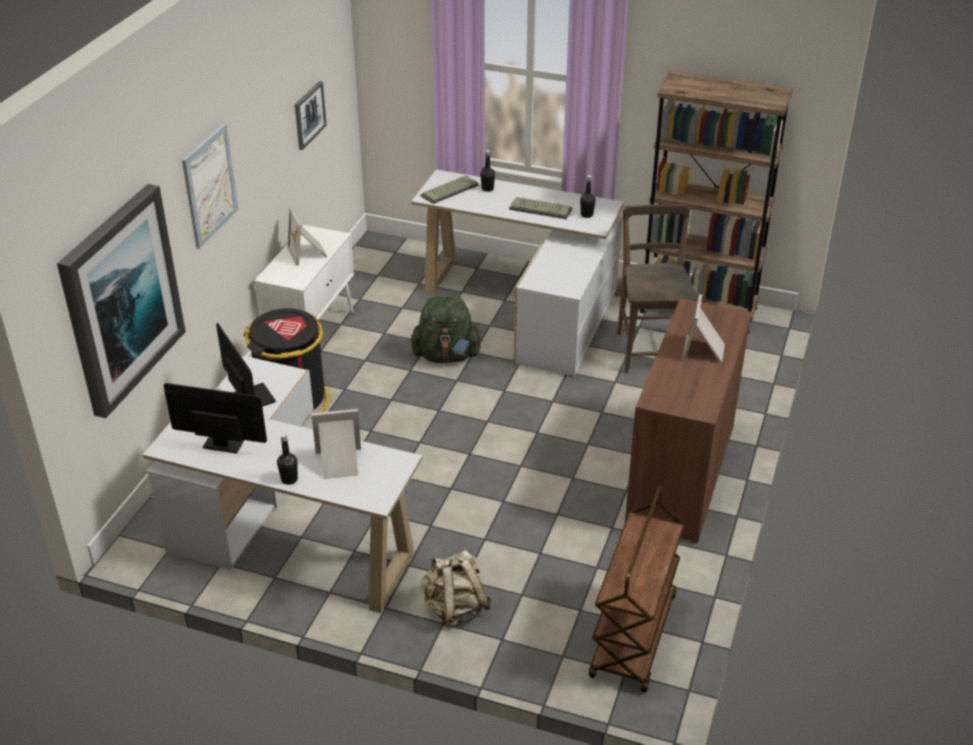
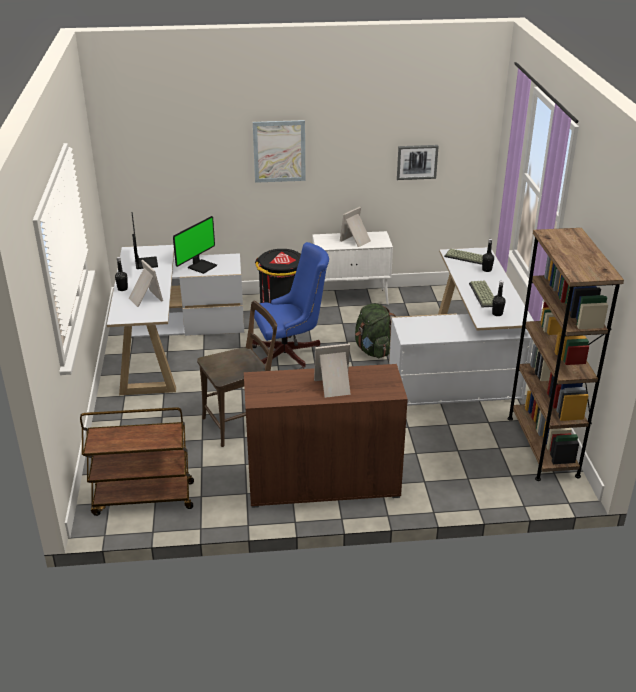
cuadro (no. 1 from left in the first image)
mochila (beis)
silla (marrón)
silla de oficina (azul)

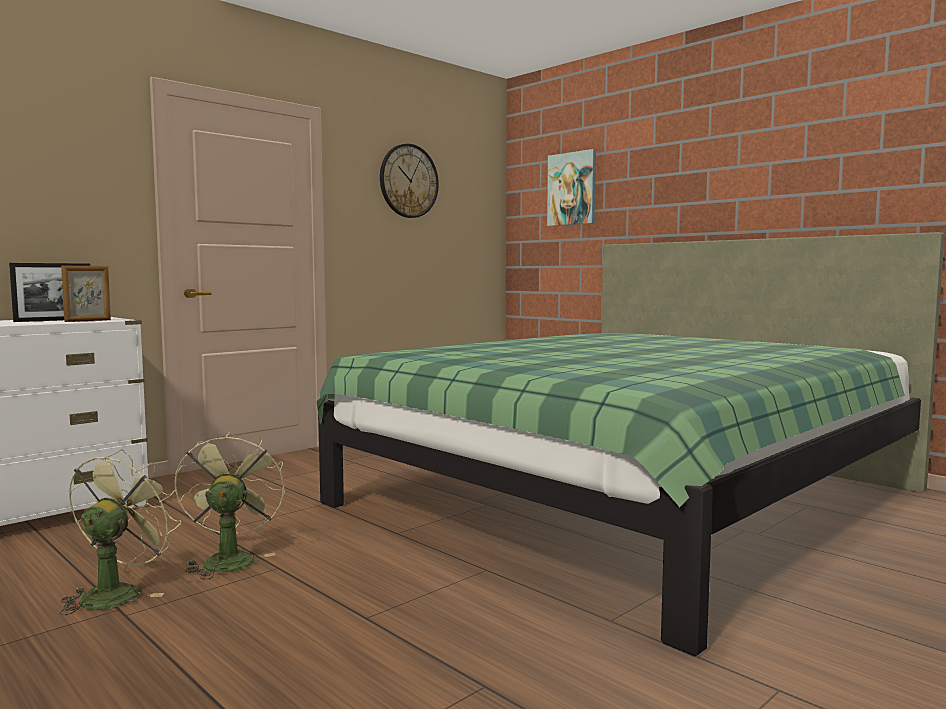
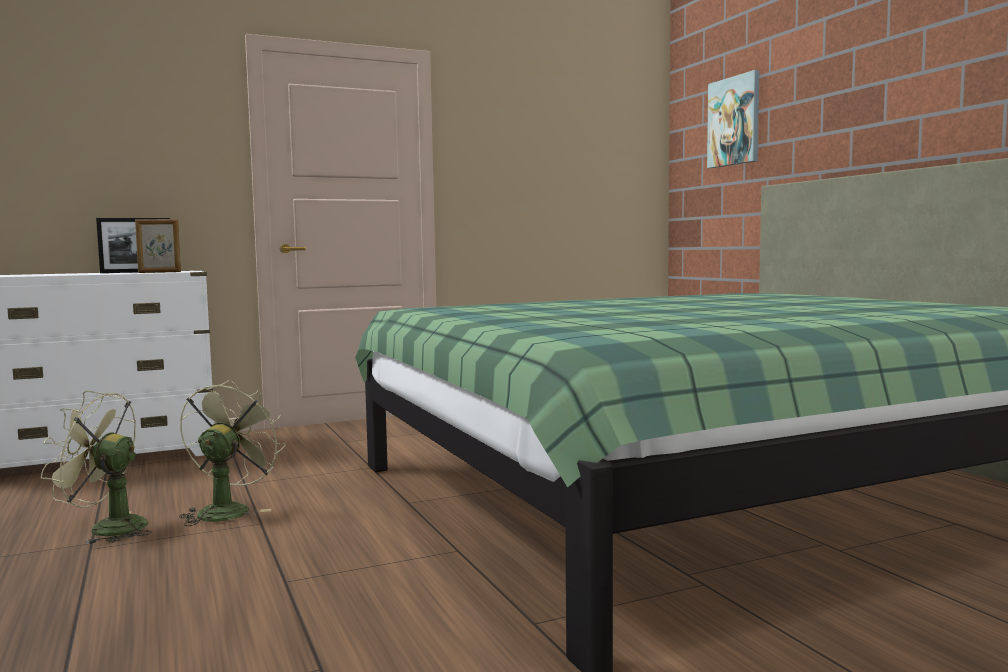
ventilador (verde) (no. 1 from left)
reloj de pared

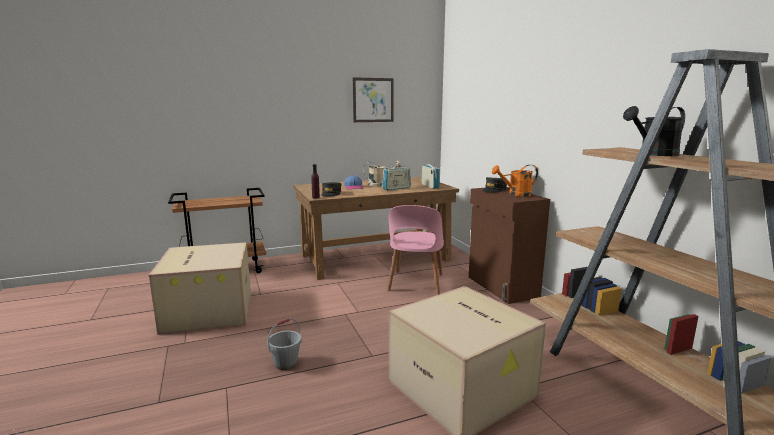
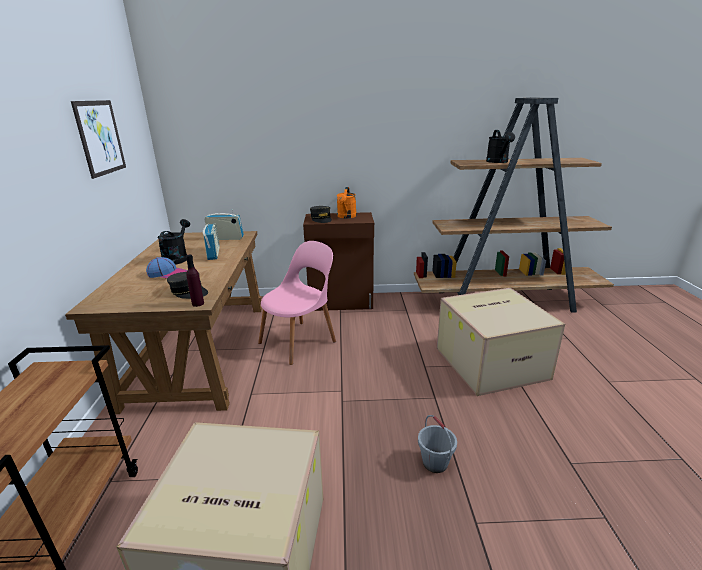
regadera (negro) (no. 1 from left)
silla (rosa)

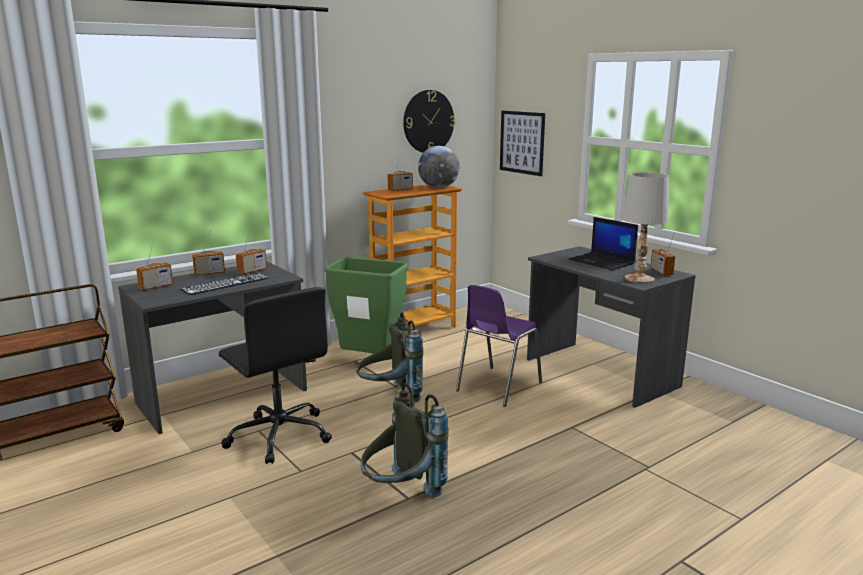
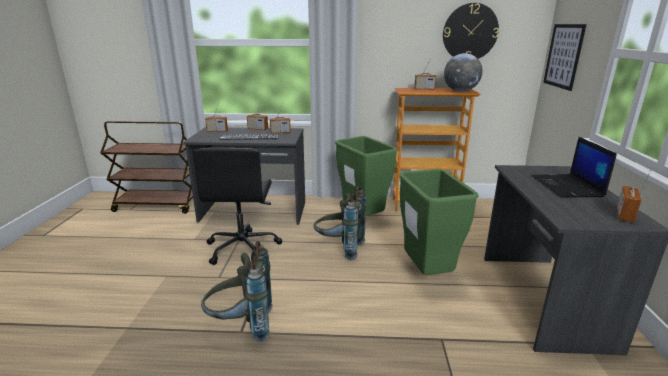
papelera (verde) (no. 2 from left)
lámpara de mesa (blanco)

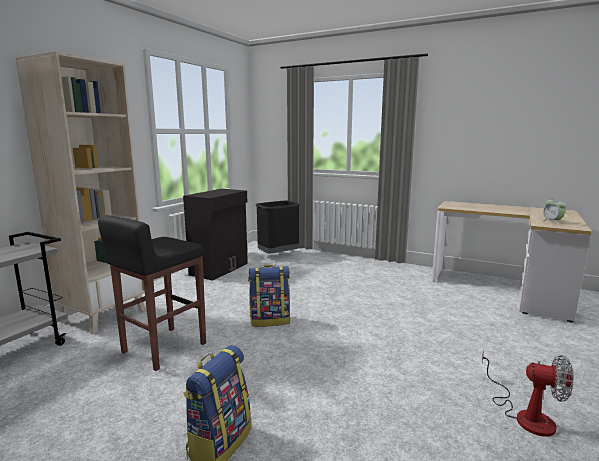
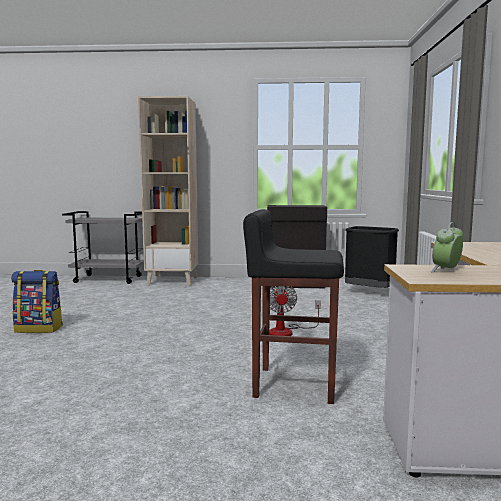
taburete (negro)
mochila (no. 2 from left in the first image)
ventilador

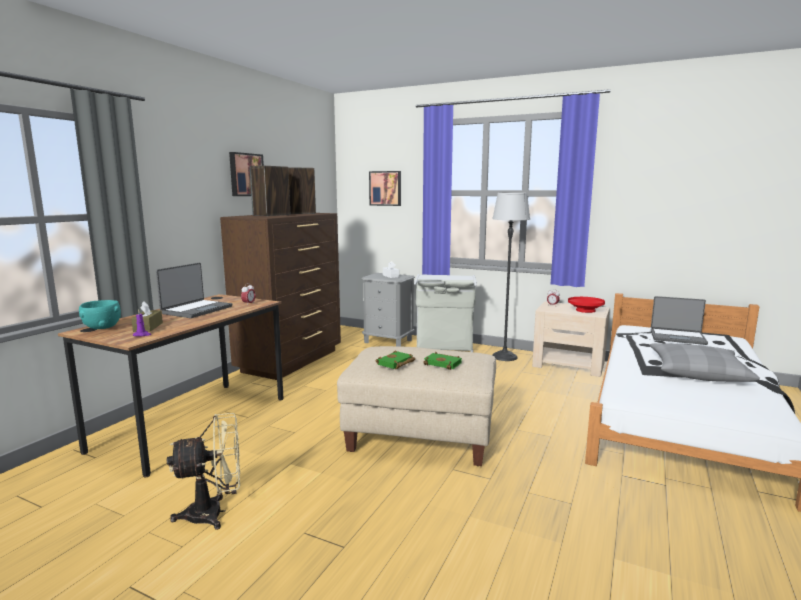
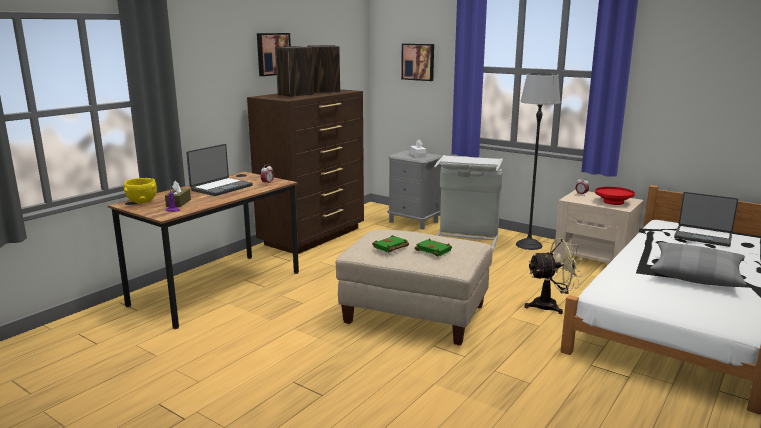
cuenco (amarillo)
ventilador (beis)

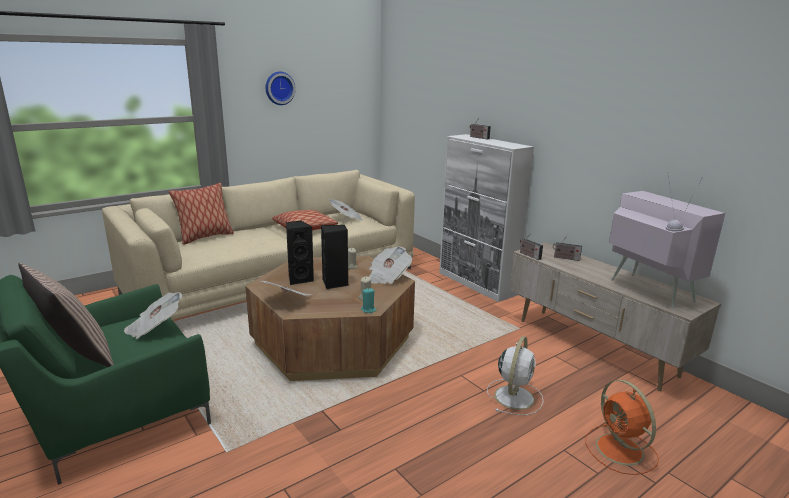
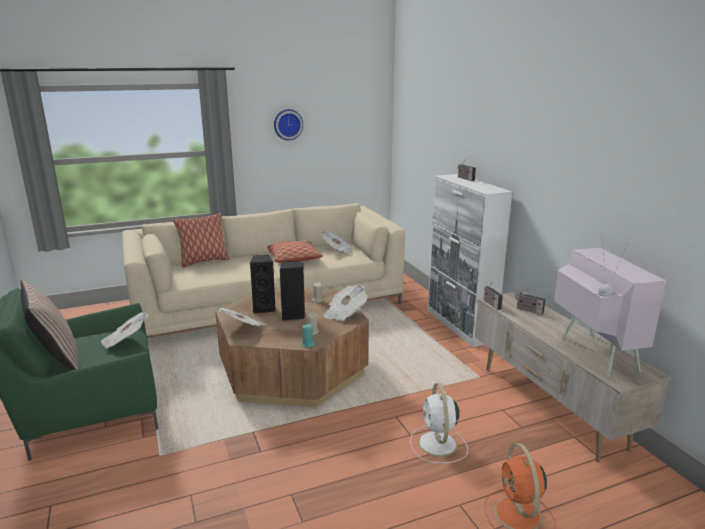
ventilador (blanco)

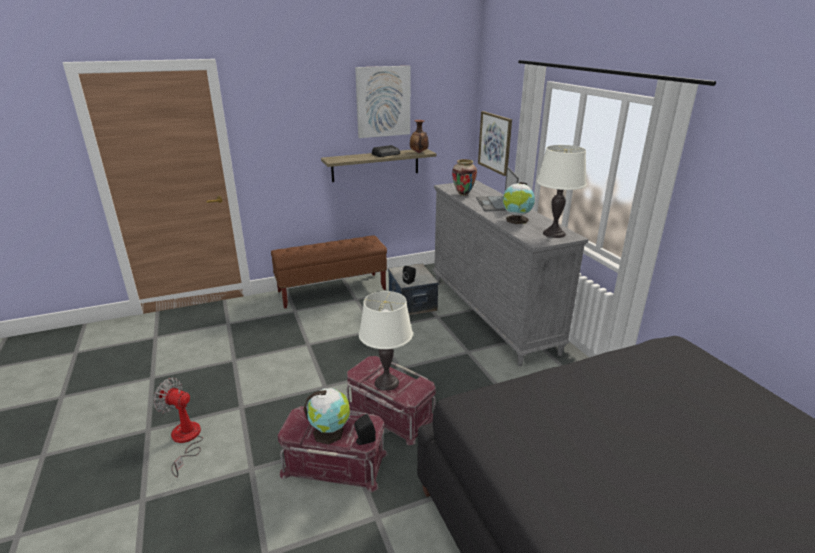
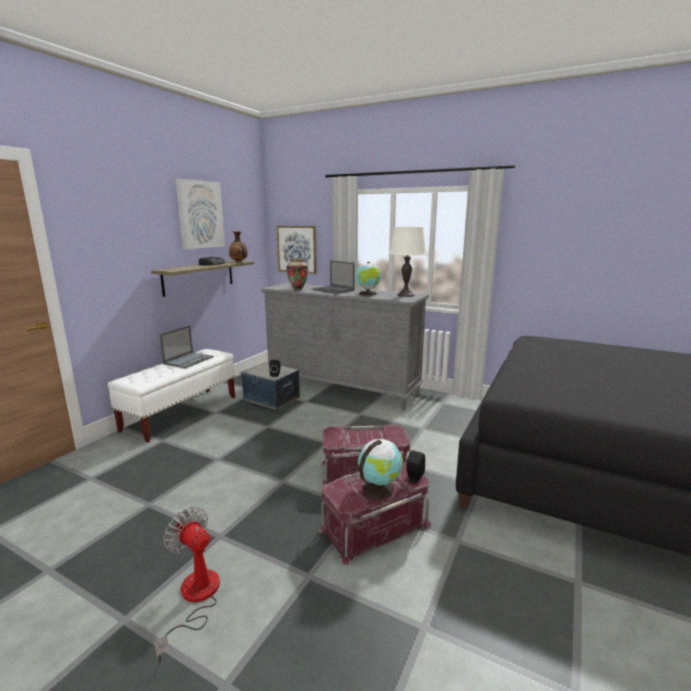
ventilador
banco (blanco)
lámpara de mesa (blanco) (no. 1 from left in the first image)
portátil (no. 1 from left)

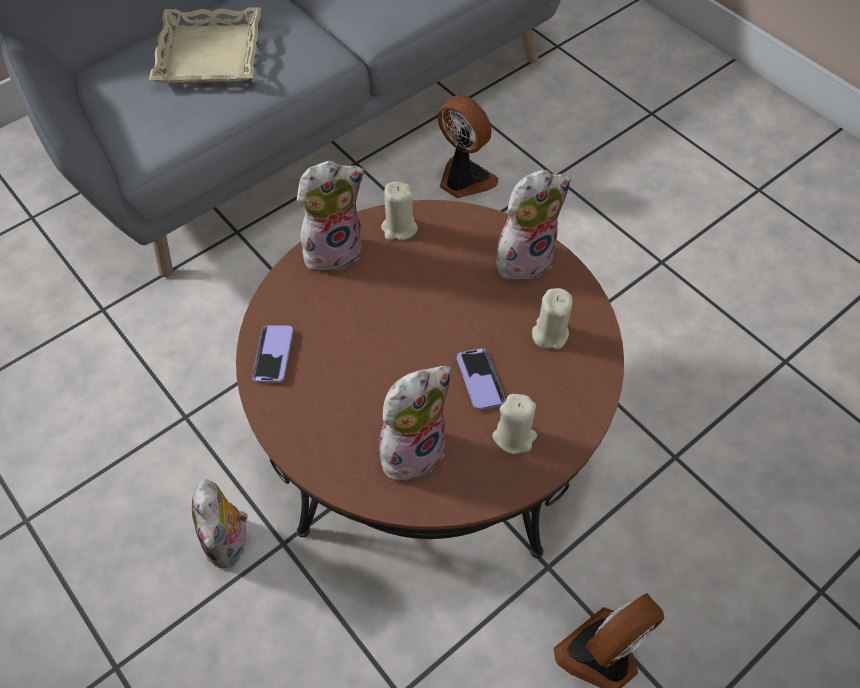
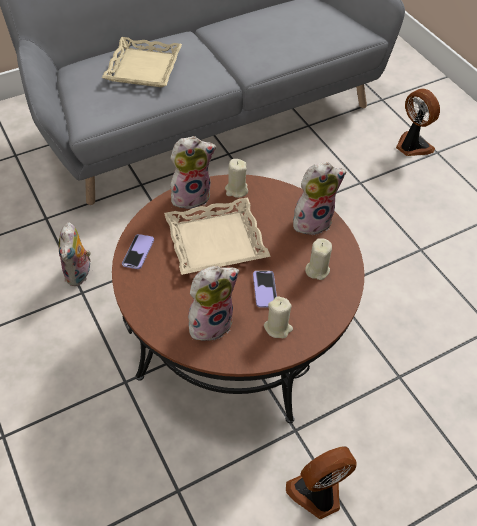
peluche (no. 1 from left)
ventilador (no. 2 from left)
bandeja (beis) (no. 2 from left)

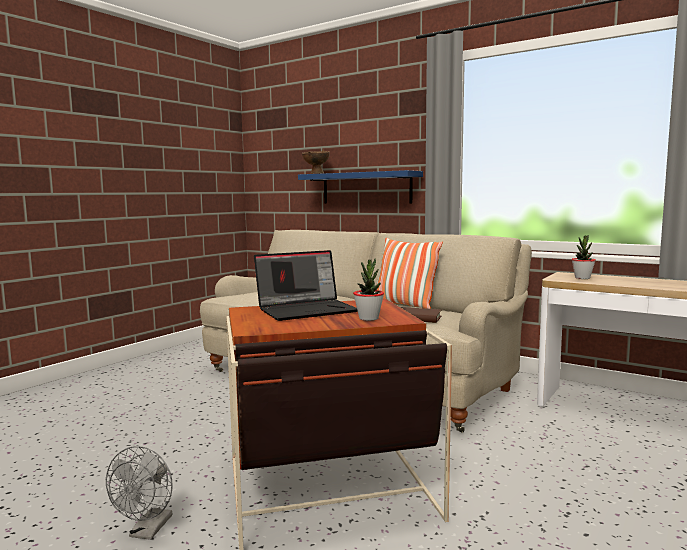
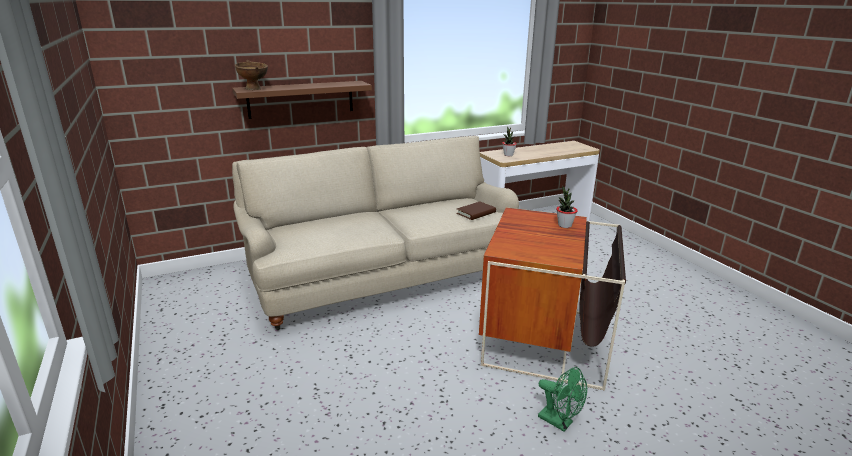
ventilador (verde)
portátil
estante (marrón)
cojín

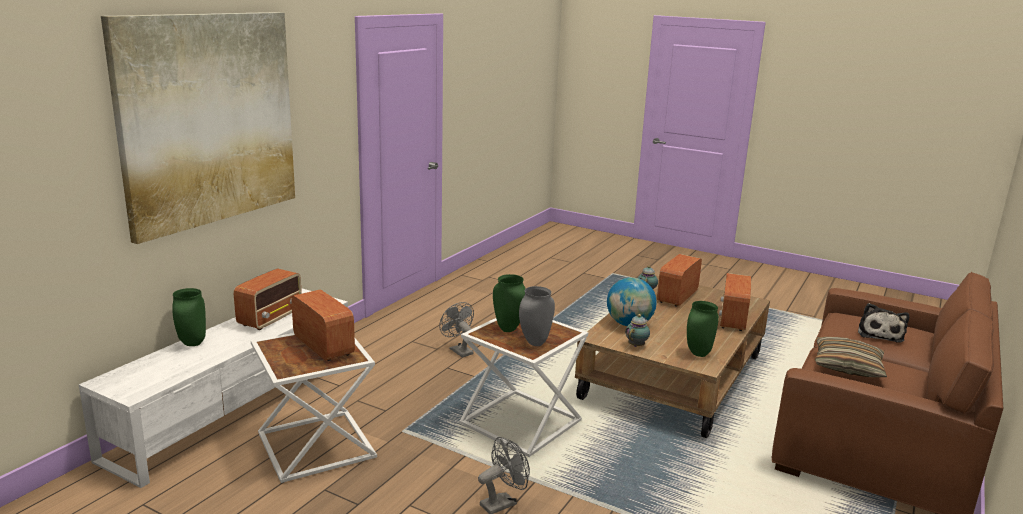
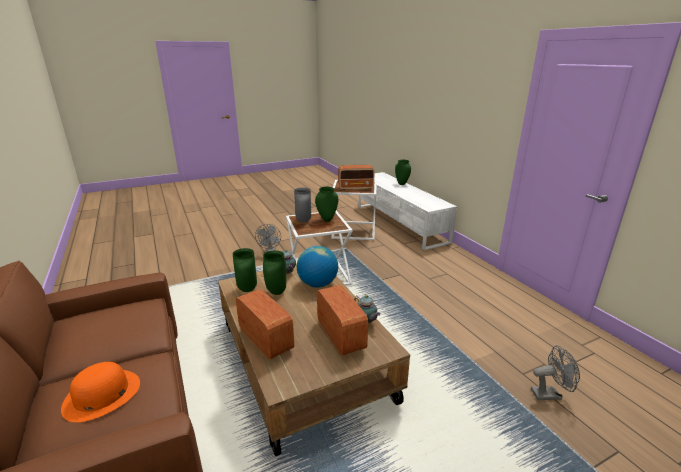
cuadro
radio (no. 1 from left in the first image)
ventilador (gris) (no. 2 from left)
cojín
sombrero (naranja)
florero (verde) (no. 2 from left)

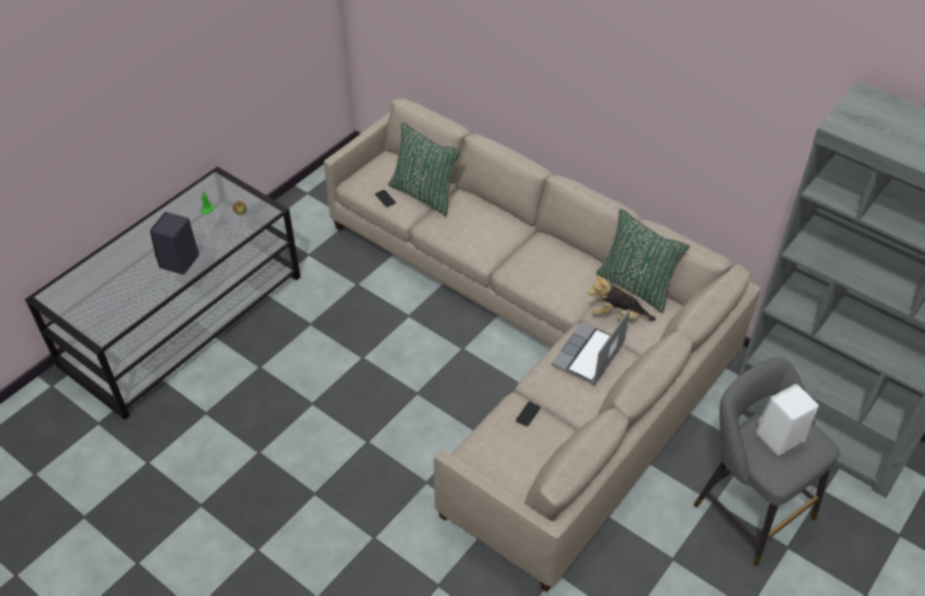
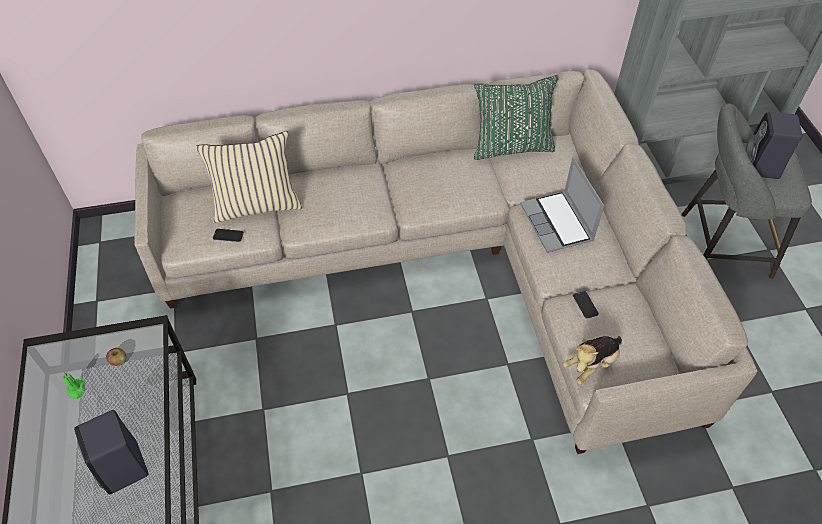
cojín (beis)
peluche
altavoz (negro) (no. 2 from left)

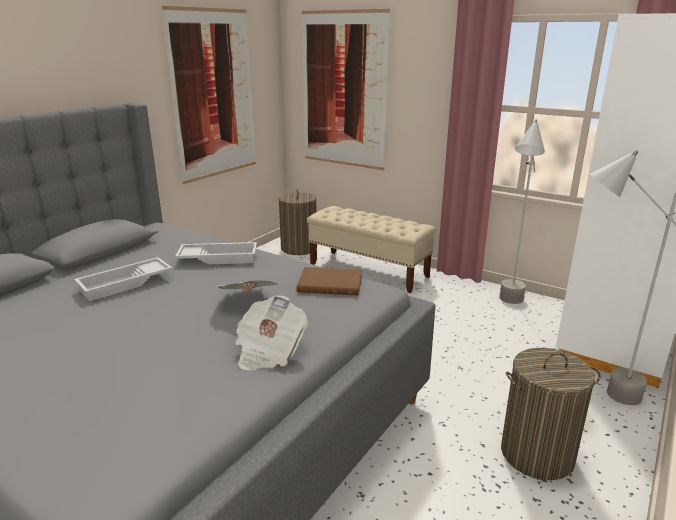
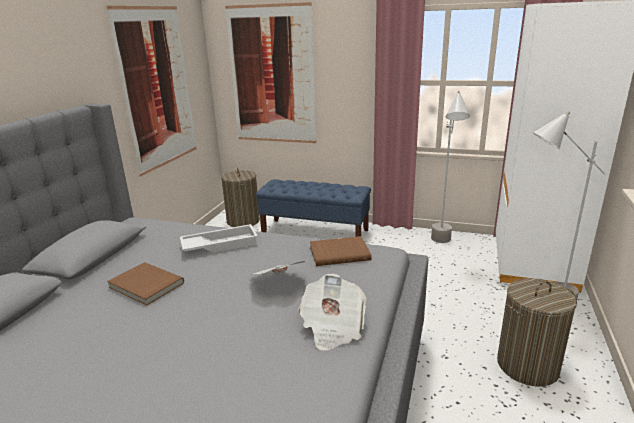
libro (marrón) (no. 1 from left)
banco (azul)

